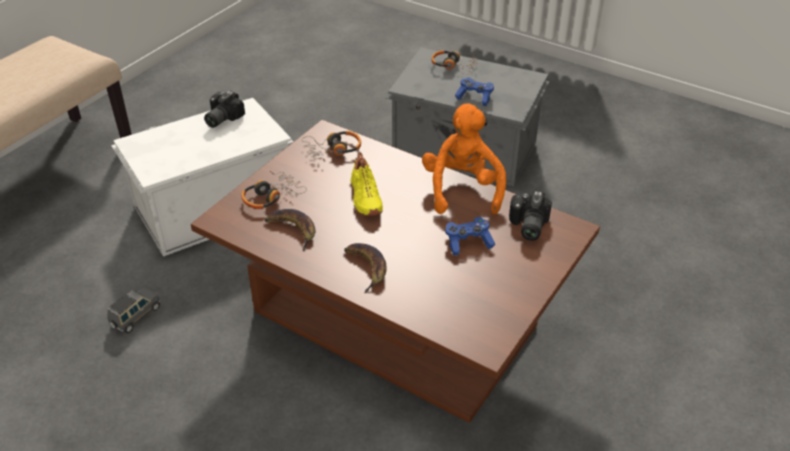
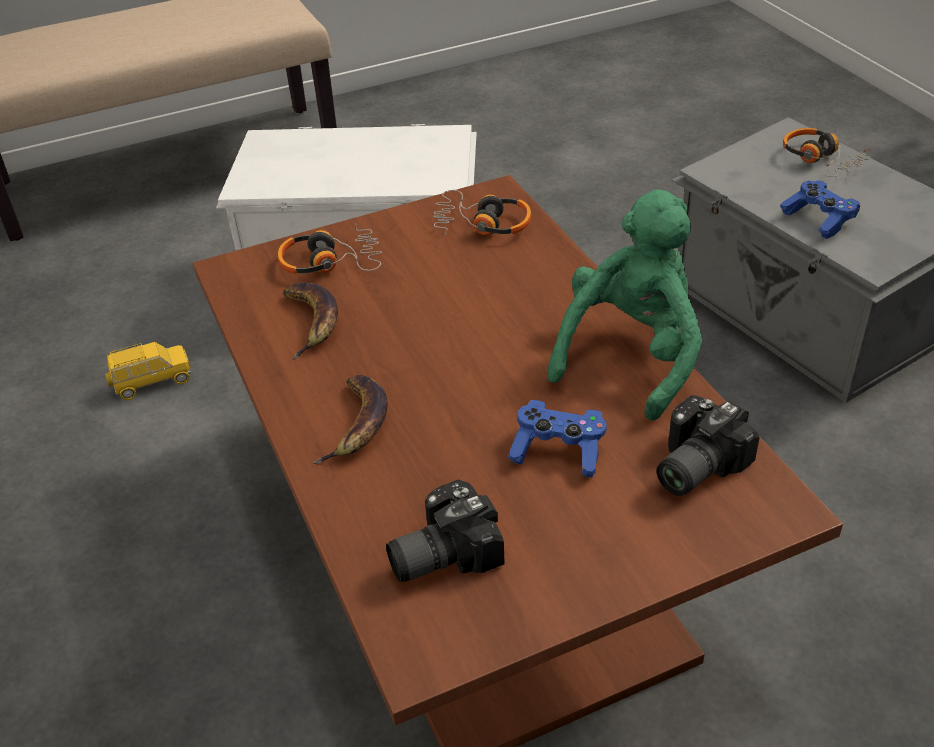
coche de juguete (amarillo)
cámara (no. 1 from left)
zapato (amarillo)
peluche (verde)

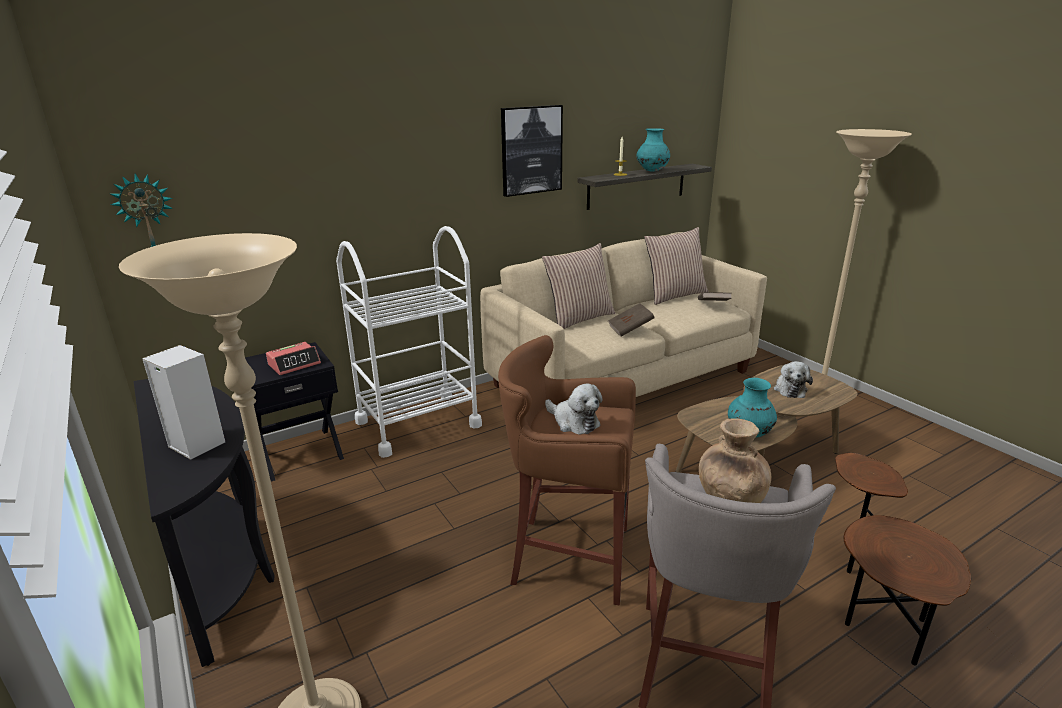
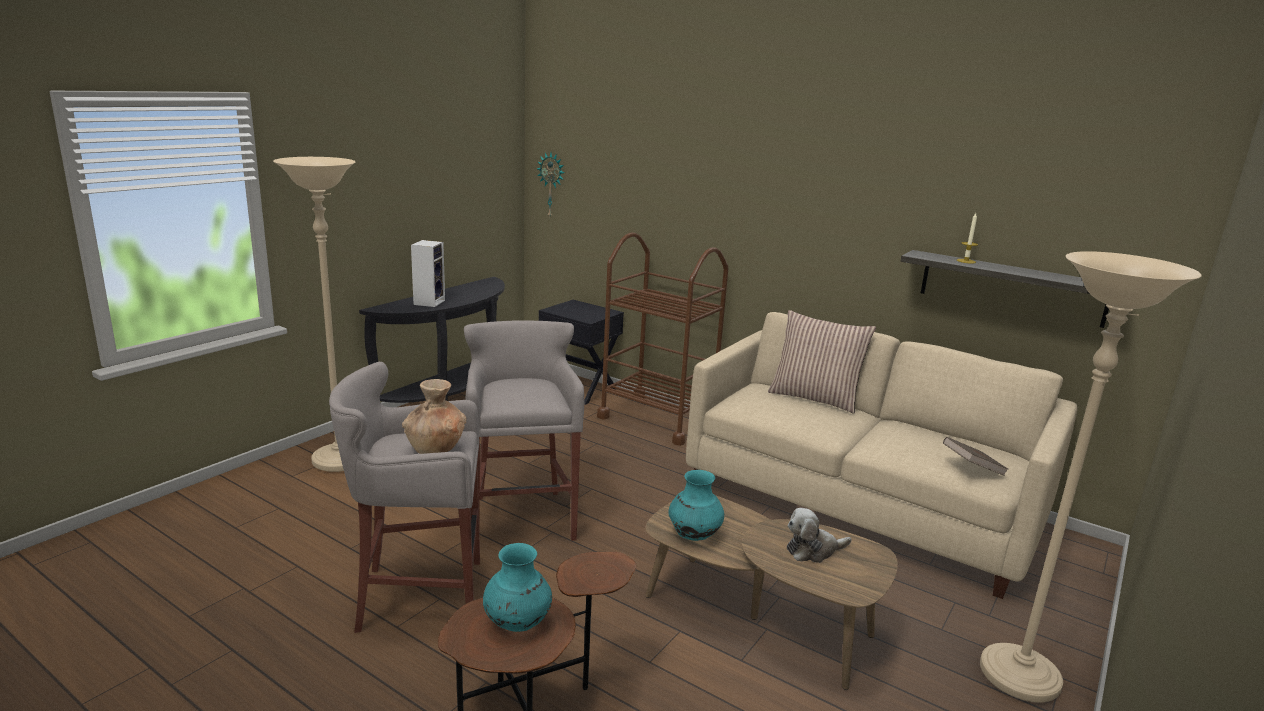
despertador
carrito (marrón)
taburete (gris) (no. 2 from left)
cuadro
peluche (no. 1 from left in the first image)
libro (marrón) (no. 1 from left in the first image)
florero (turquesa) (no. 1 from left)
cojín (no. 2 from left in the first image)

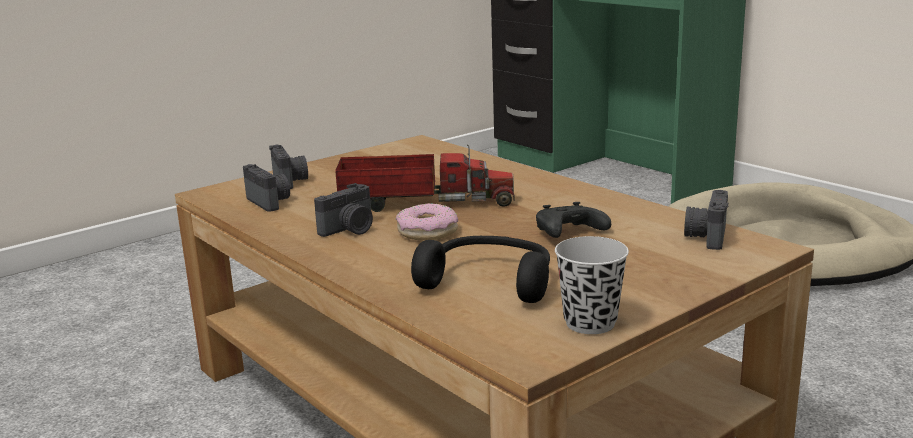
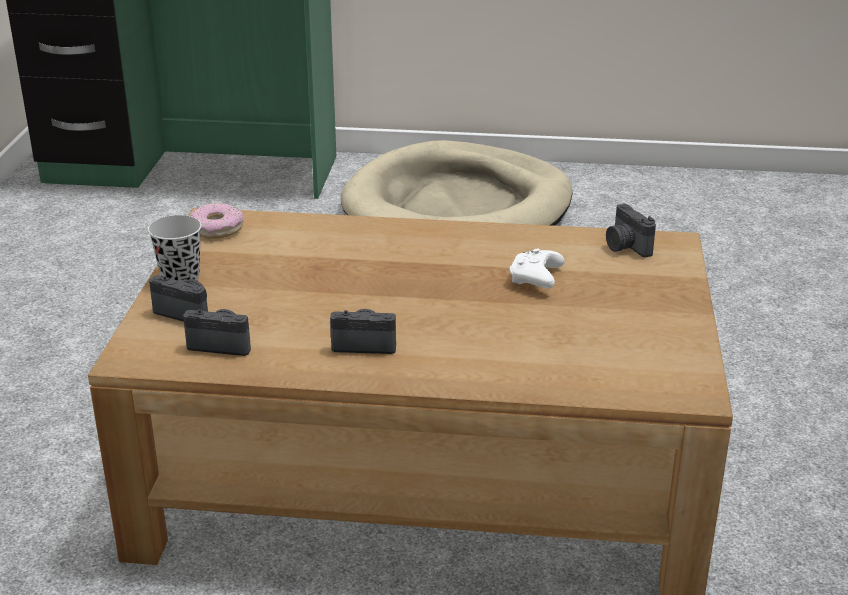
cámara (no. 3 from left)
camión de juguete
rosquilla
auriculares (negro)
mando de consola (blanco)
taza (negro)

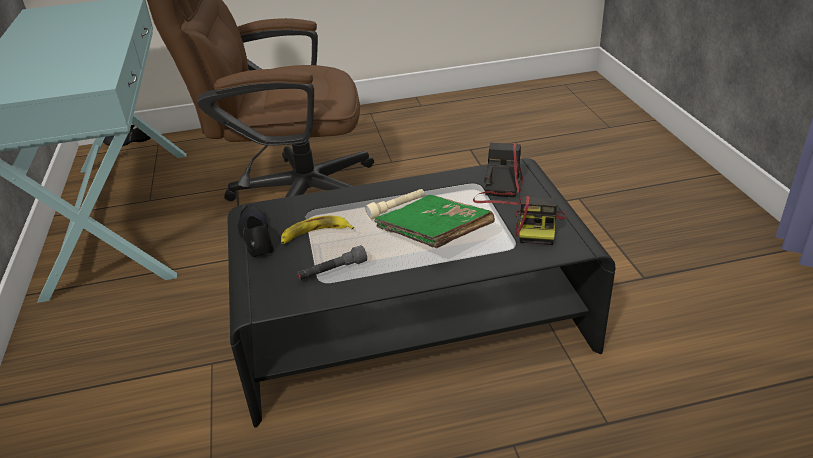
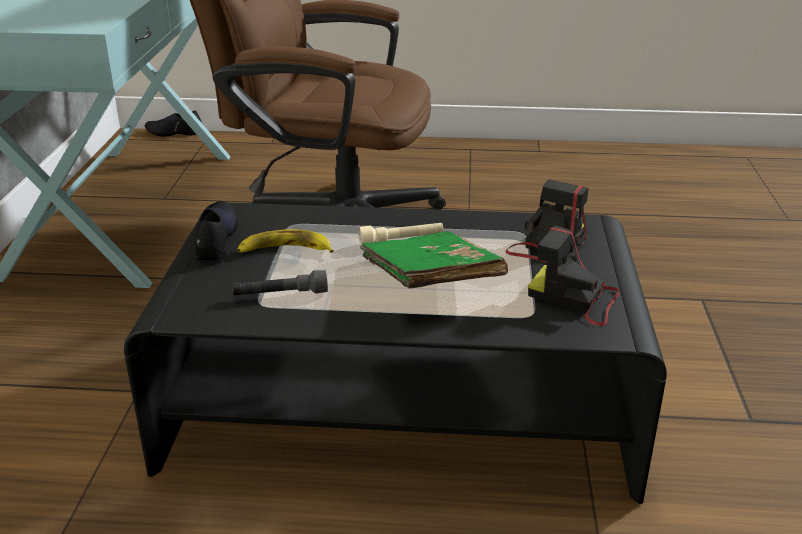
cámara (no. 2 from left)

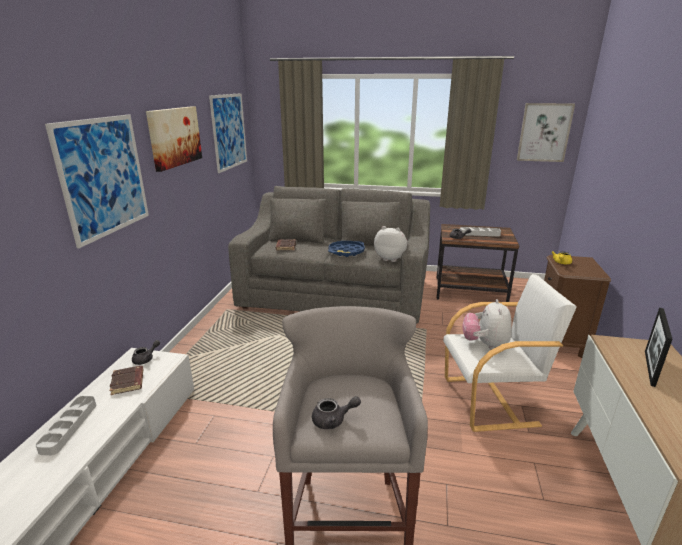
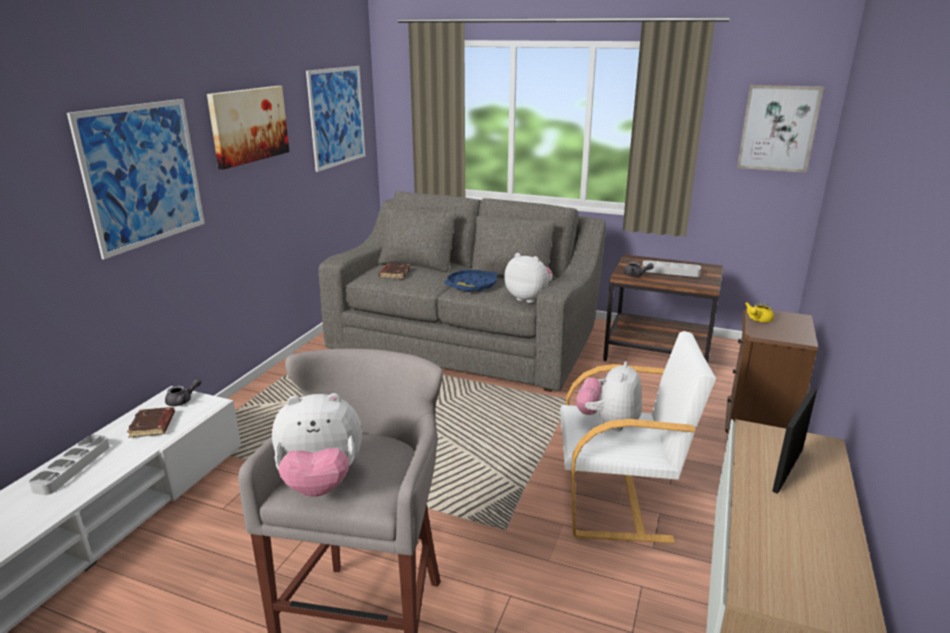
peluche (no. 1 from left)

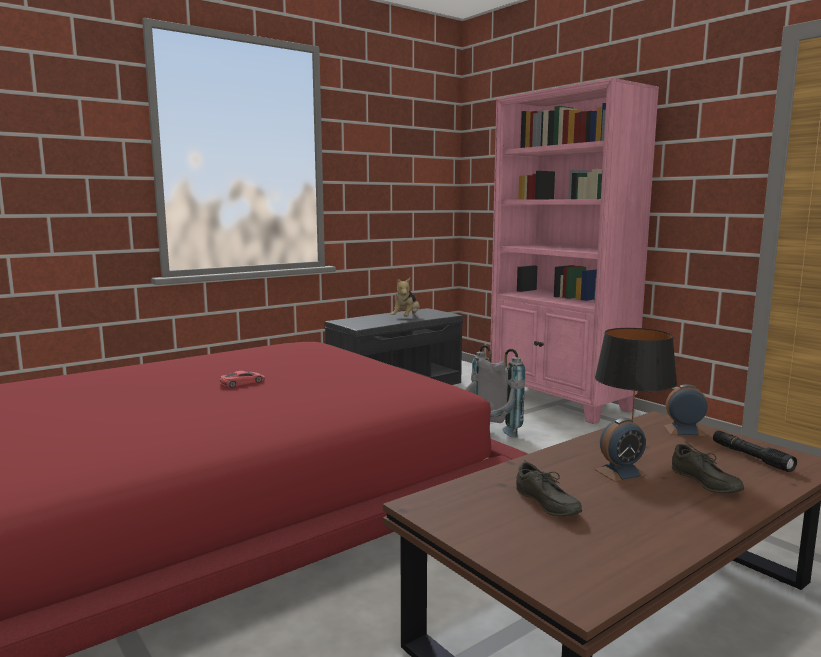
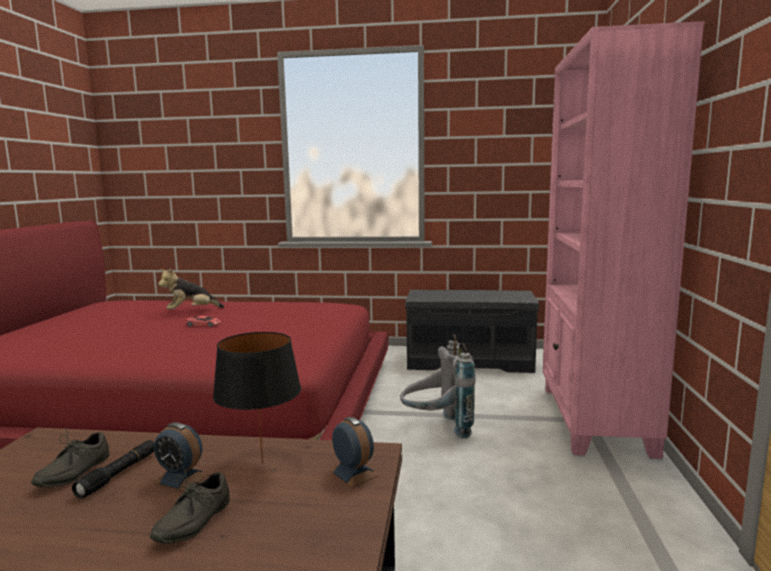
peluche
linterna (negro)

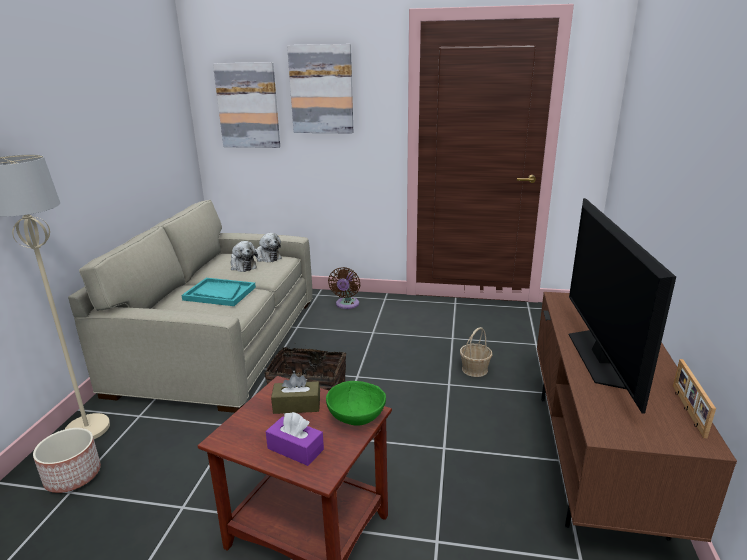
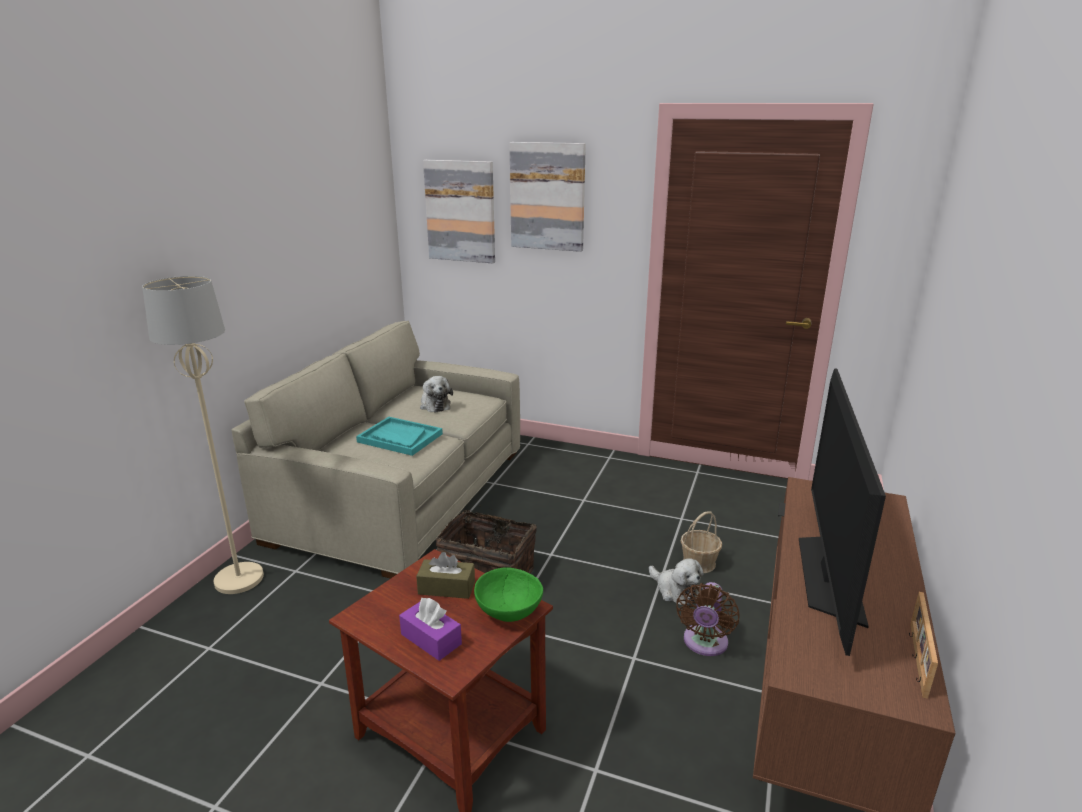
maceta
peluche (no. 2 from left)
ventilador (marrón)

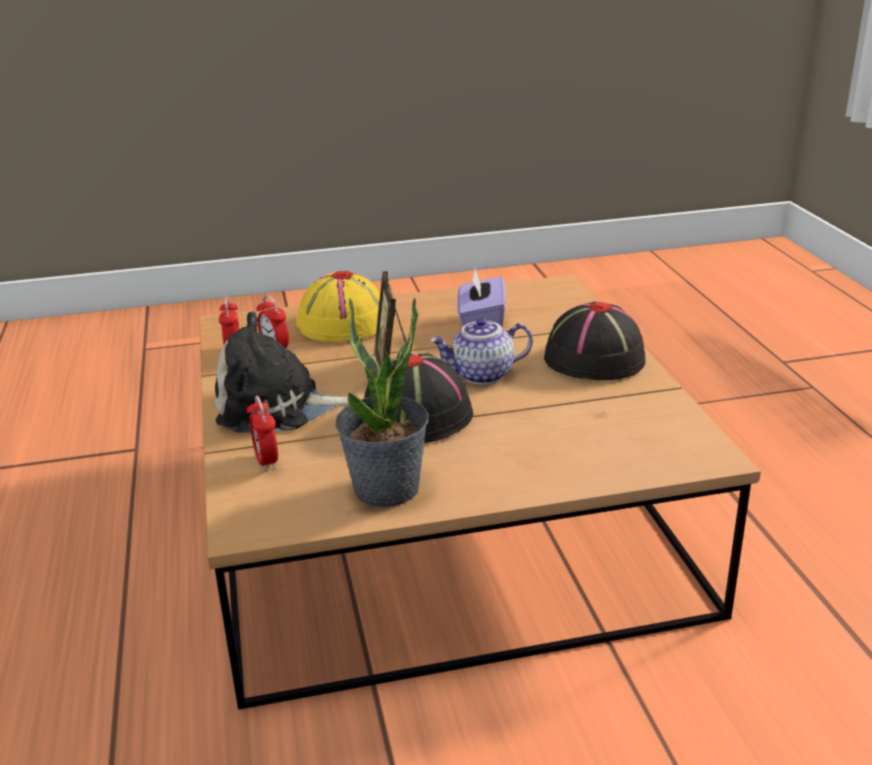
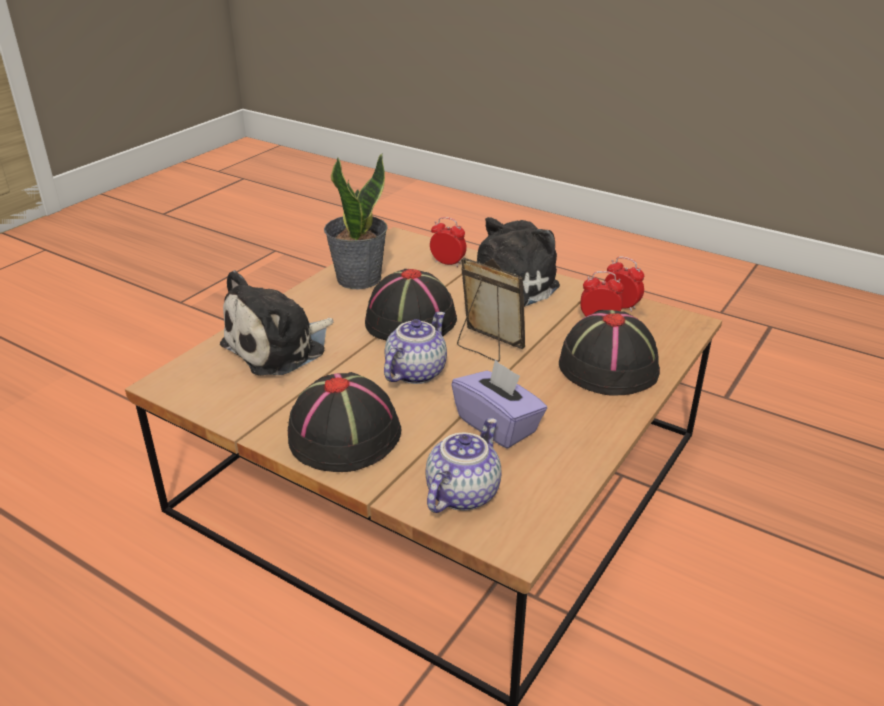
sombrero (negro) (no. 3 from left)
peluche (no. 1 from left)
tetera (no. 2 from left)

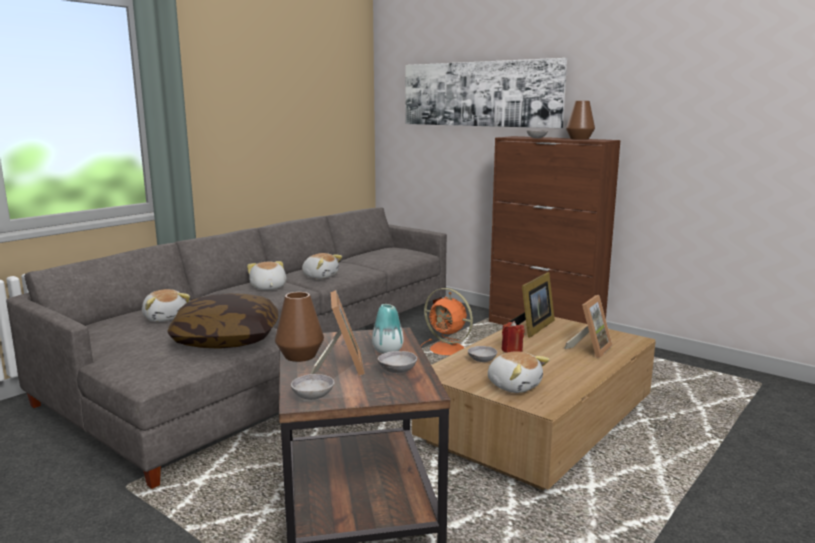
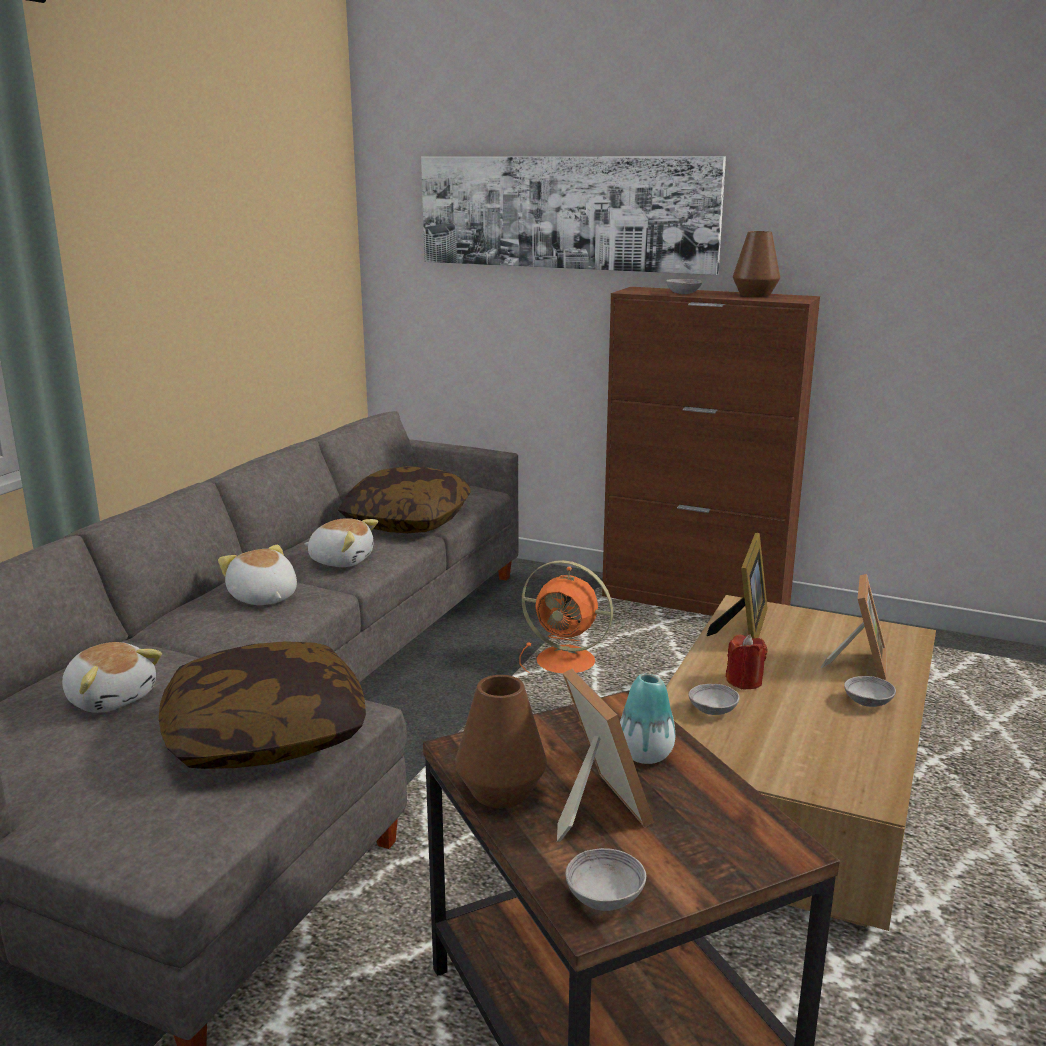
cuenco (gris) (no. 4 from left)
peluche (no. 4 from left in the first image)
cojín (no. 2 from left)

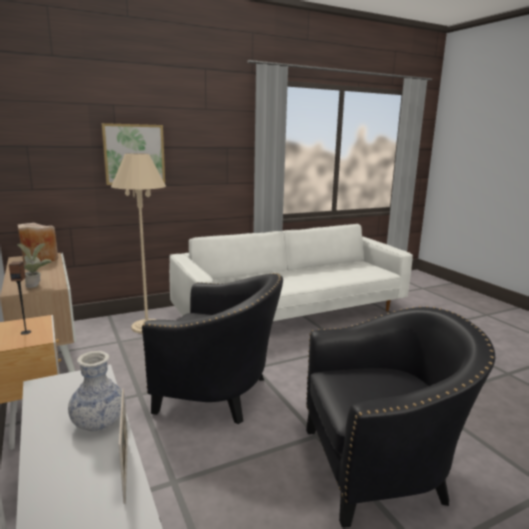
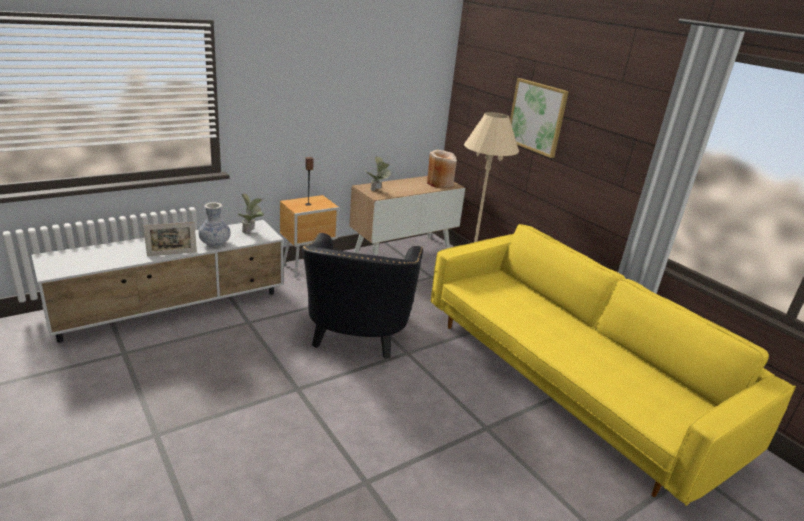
sofá (amarillo)
sillón (negro) (no. 2 from left in the first image)
planta en maceta (no. 1 from left)

